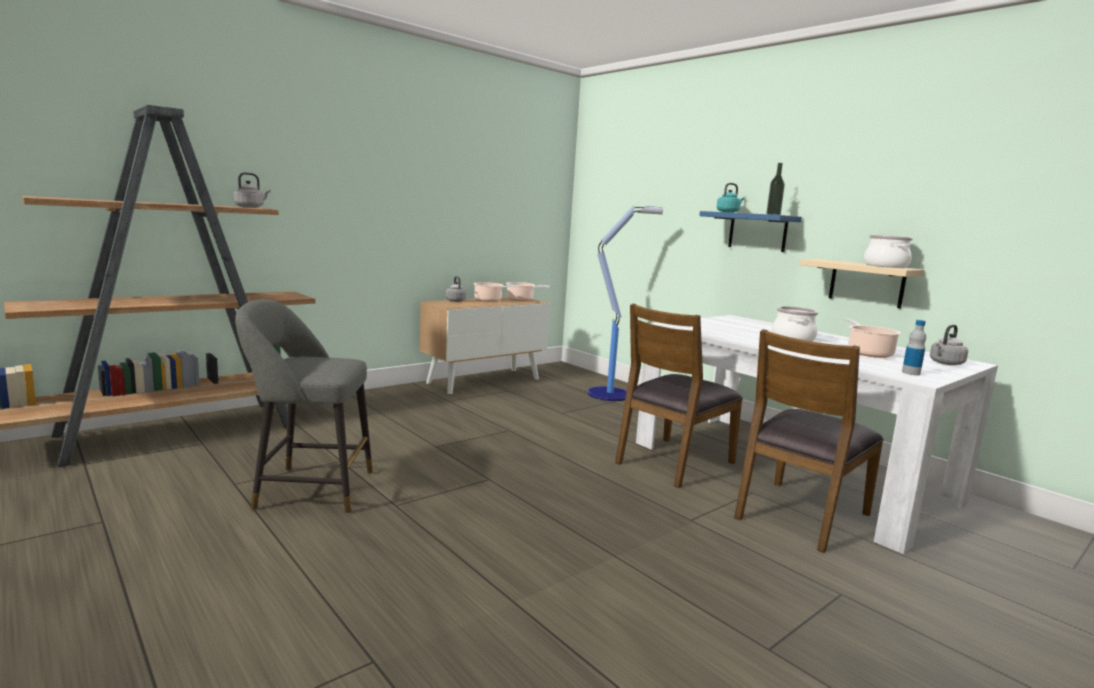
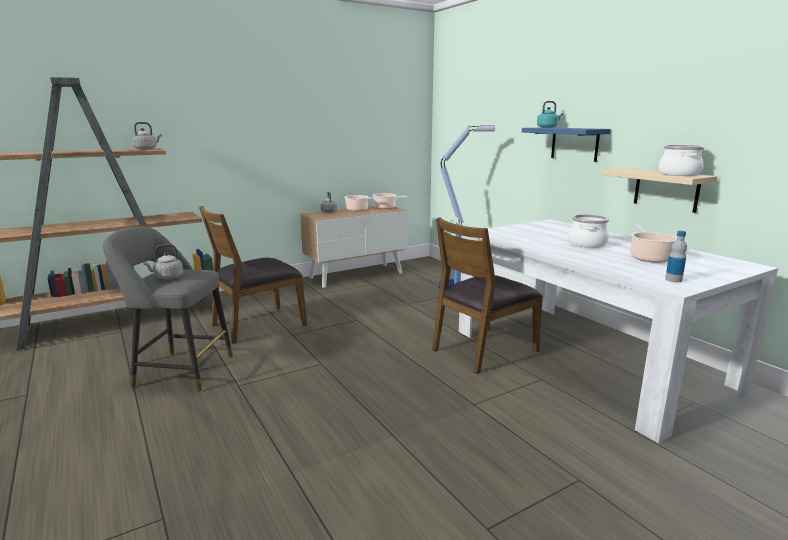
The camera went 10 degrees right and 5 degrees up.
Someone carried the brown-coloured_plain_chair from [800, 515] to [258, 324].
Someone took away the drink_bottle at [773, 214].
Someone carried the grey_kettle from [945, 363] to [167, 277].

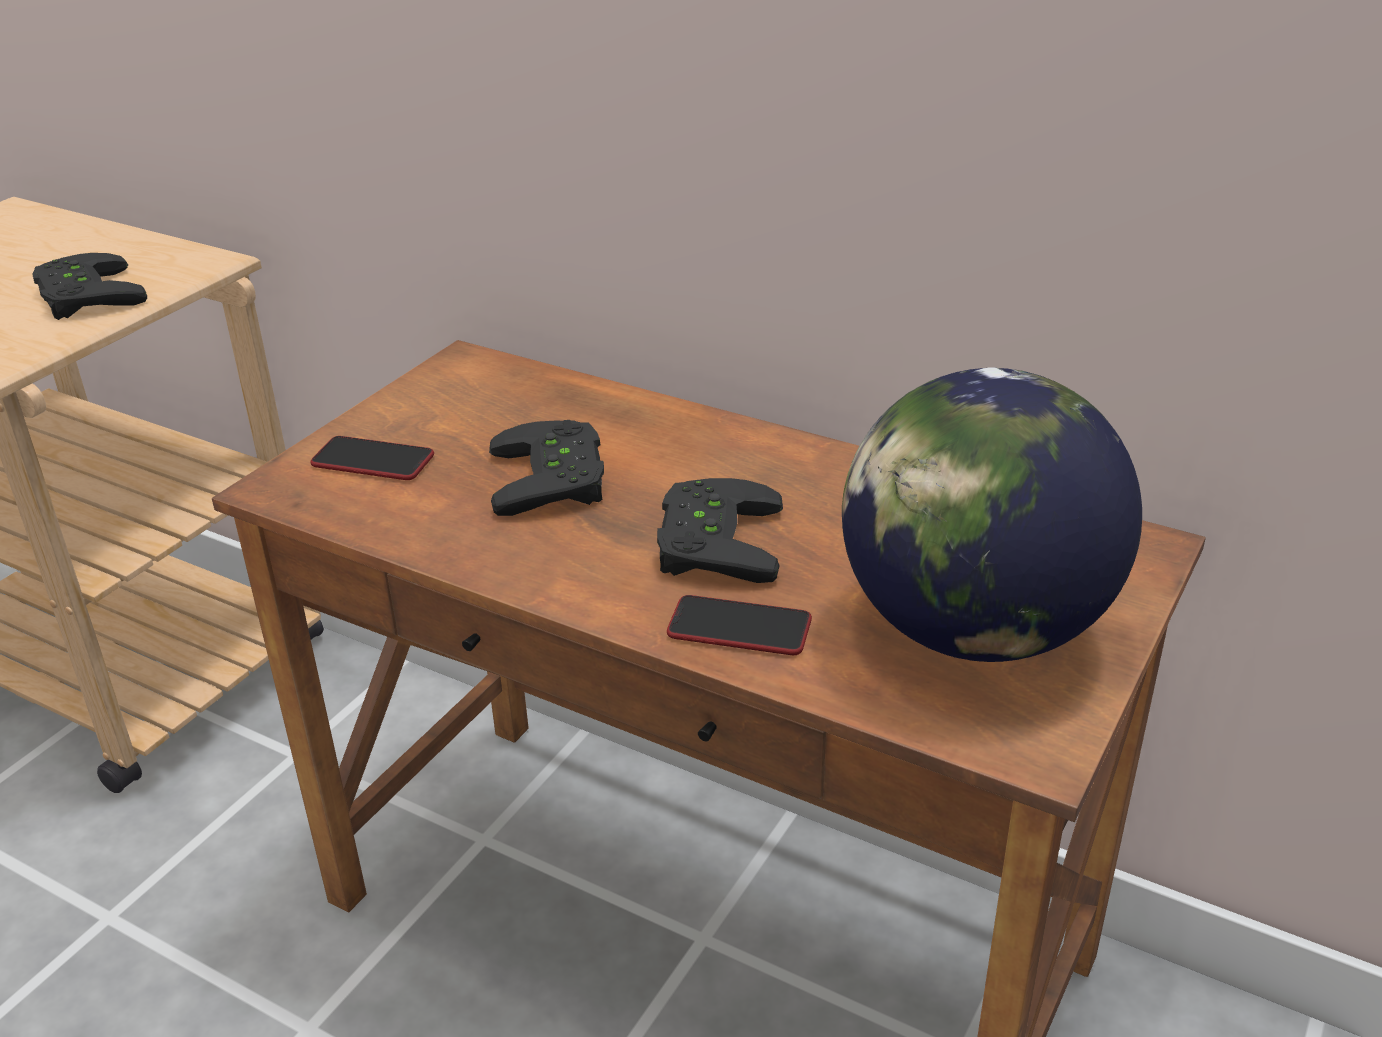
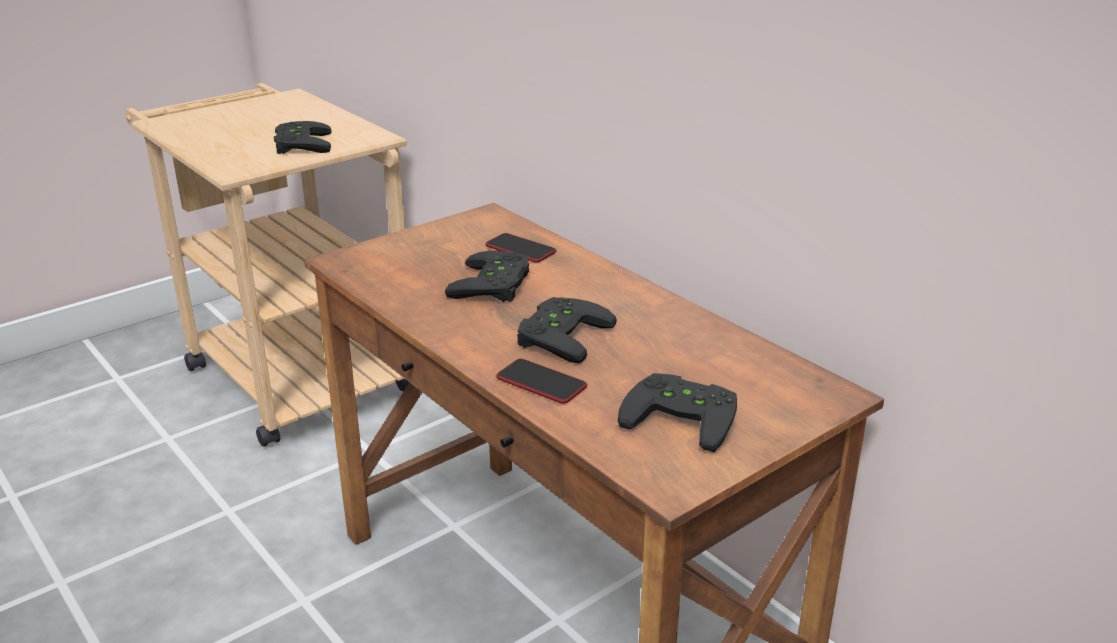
The camera went 20 degrees right and 5 degrees down.
Someone carried the phone from [373, 461] to [520, 249].
Someone swapped the desk_globe at [975, 630] for the black-coloured_game_controller at [684, 415].

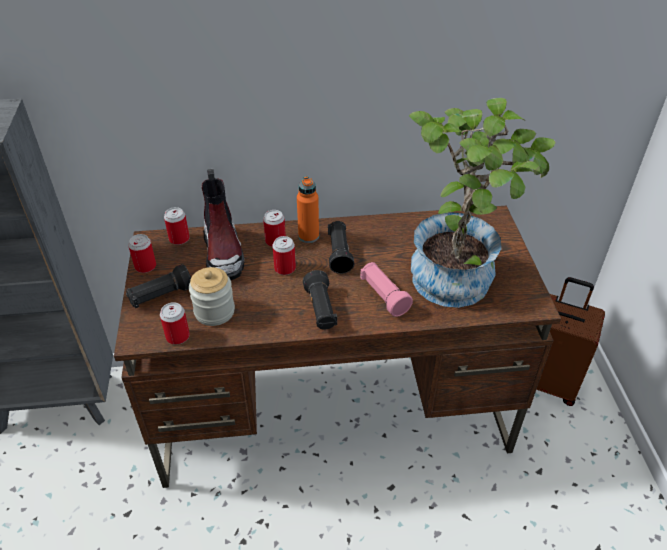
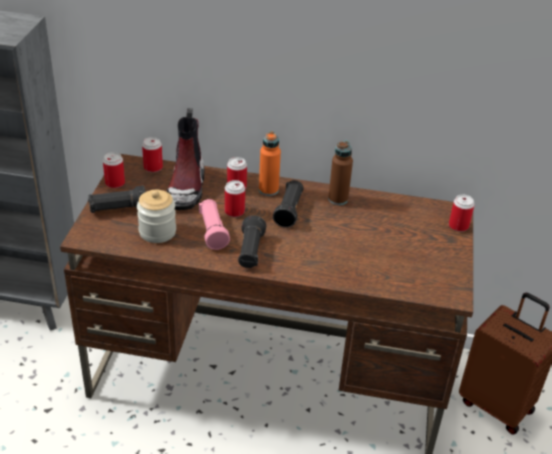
The camera went 15 degrees right and 5 degrees down.
Someone carried the can from [177, 336] to [458, 226].
Someone carried the pinkish_flashlight from [383, 296] to [212, 231].
Someone took away the houseplant at [460, 274].
Someone put down the brown-coloured_drink_bottle at [338, 199].

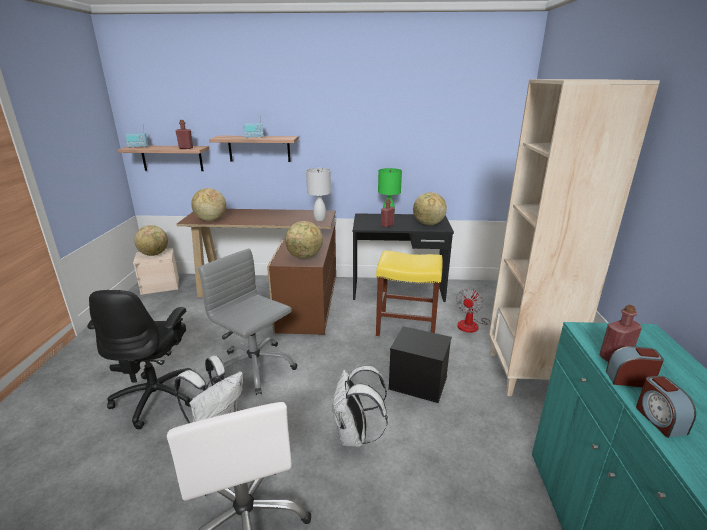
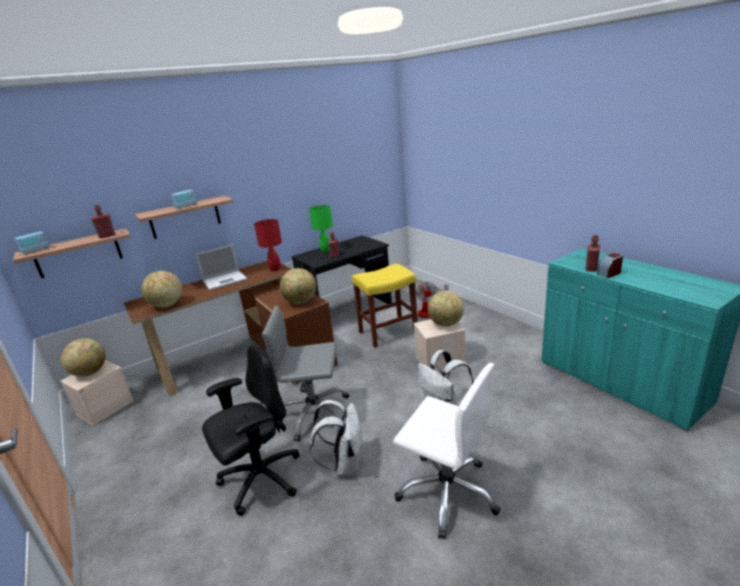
The camera went 35 degrees left and 0 degrees up.
Someone rotated the black-coloured_office_chair at [157, 397] by 90 degrees counterclockwise.
Someone repainted the white-coloured_table_lamp at [320, 219], which became the red-coloured_table_lamp at [275, 269].
Someone repainted the black-coloured_storage_box at [417, 383], which became the sand-coloured_storage_box at [439, 361].
Someone carried the desk_globe from [428, 224] to [446, 324].
Someone took away the sand-coloured_bookshelf at [526, 374].
Someone took away the bedside_clock at [659, 419].
Someone put down the portable_computer at [225, 280].

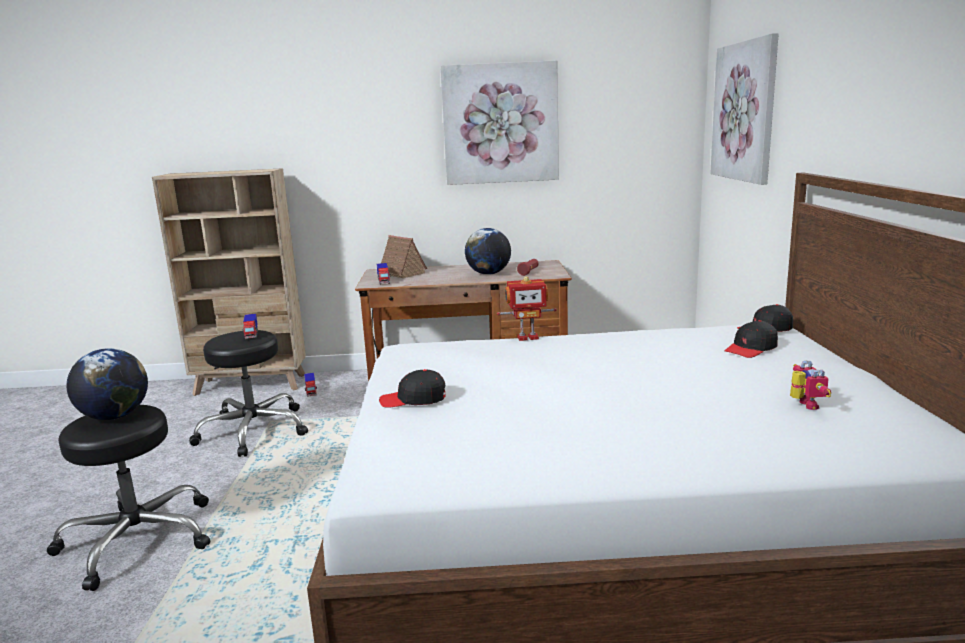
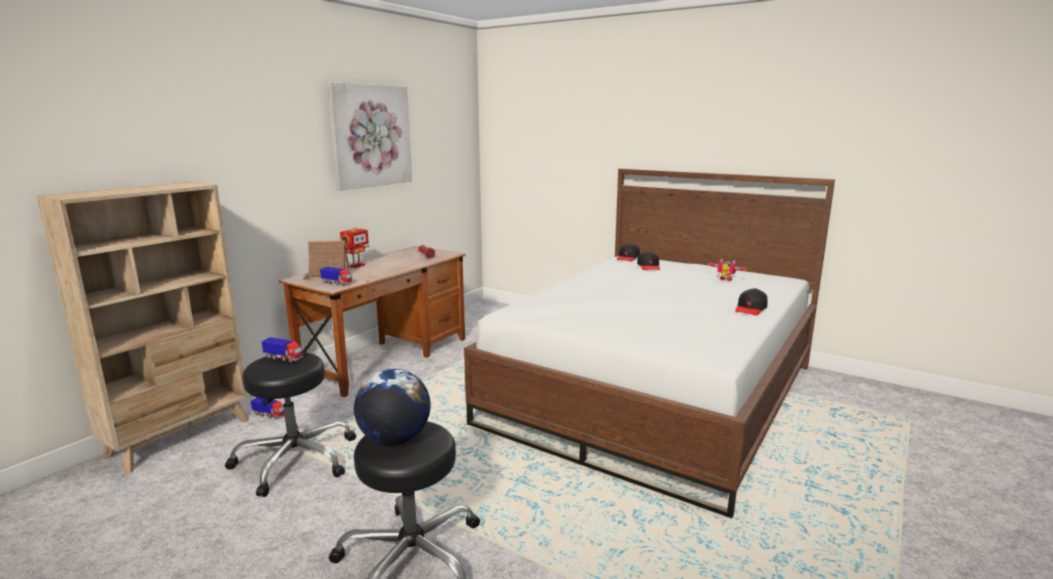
The camera went 55 degrees left and 0 degrees up.
Someone carried the black-coloured_peaked_cap from [413, 399] to [750, 309].
Someone took away the desk_globe at [488, 274].
Someone carried the model_robot from [527, 337] to [357, 266].
Someone took away the wall_art at [744, 111].

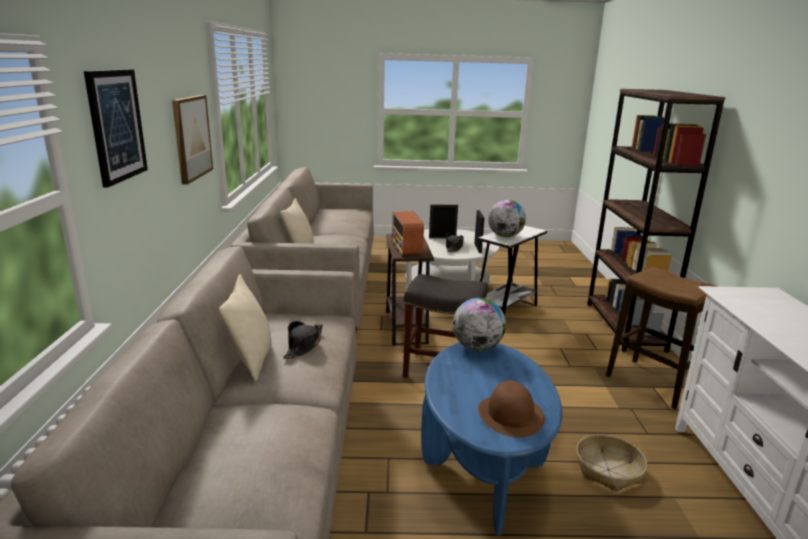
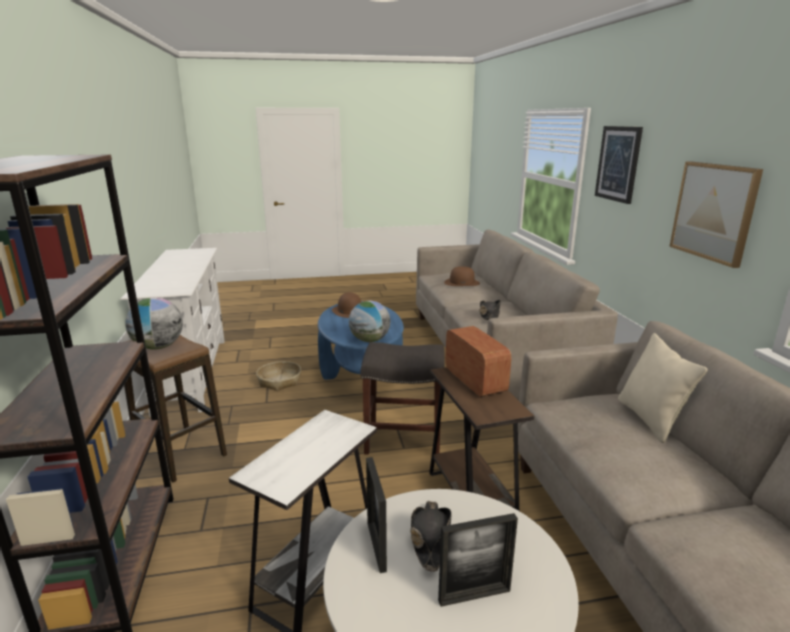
The camera went 170 degrees right and 0 degrees up.
Someone took away the sand-coloured_cushion at [251, 360].
Someone carried the desk_globe from [505, 236] to [158, 347].
Someone put down the brown-coloured_clothing_hat at [462, 282].

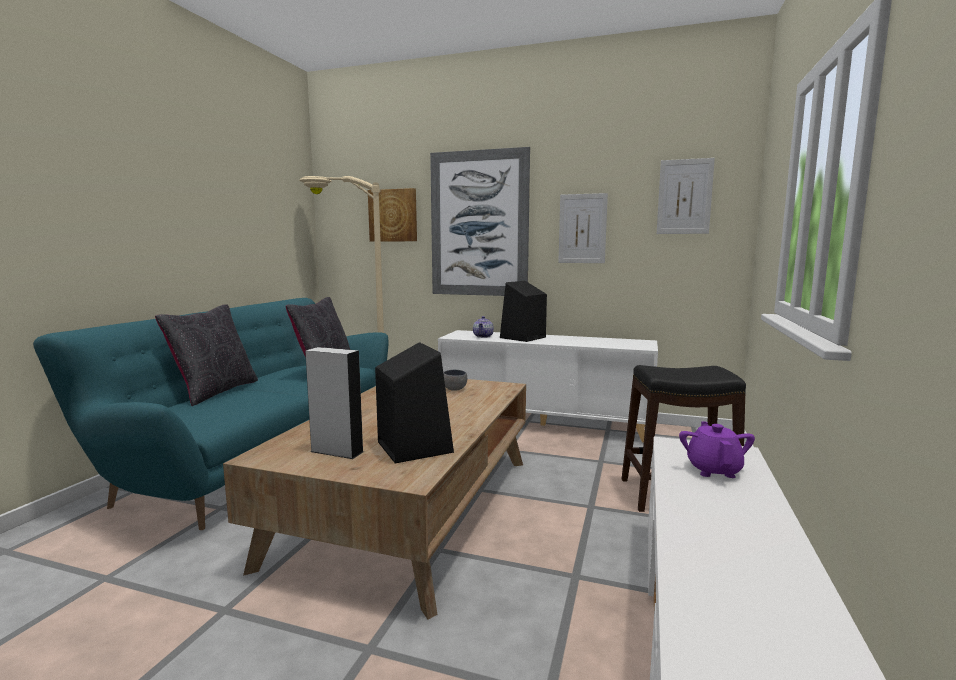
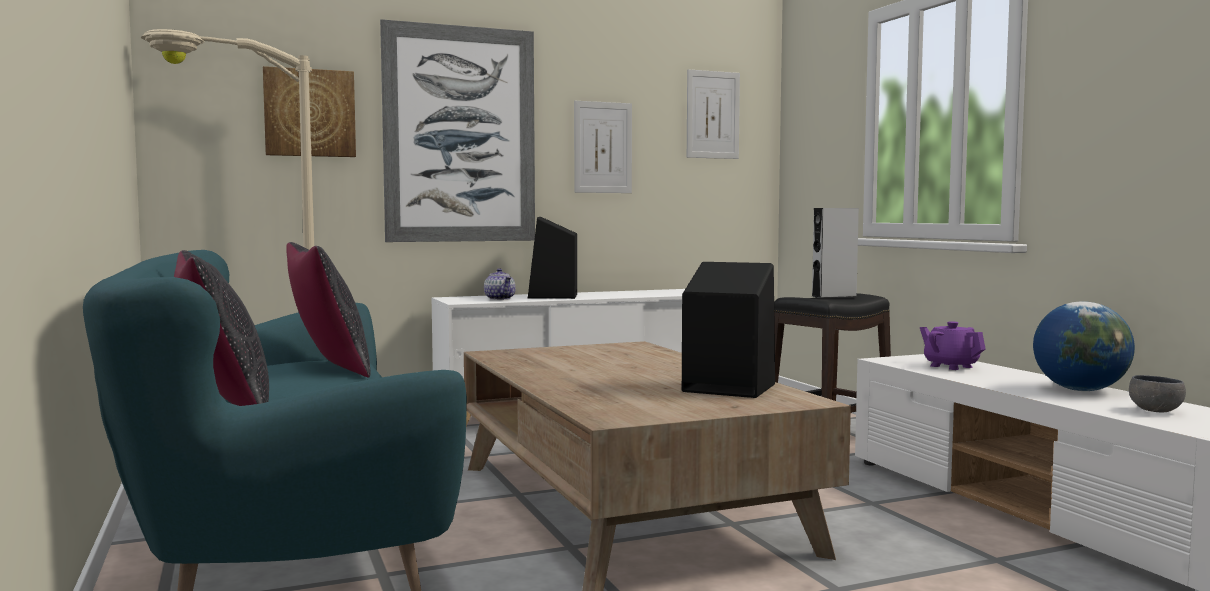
The camera went 40 degrees left and 5 degrees down.
Someone carried the grey_loudspeaker from [337, 451] to [834, 296].
Someone carried the grey_deep_dish from [455, 389] to [1157, 411].
Someone put down the desk_globe at [1080, 390].

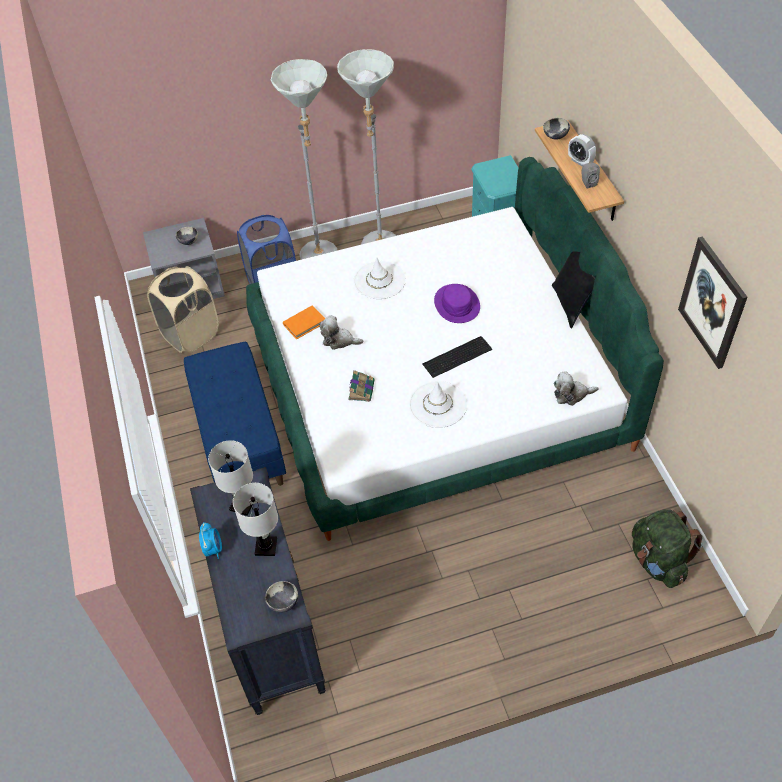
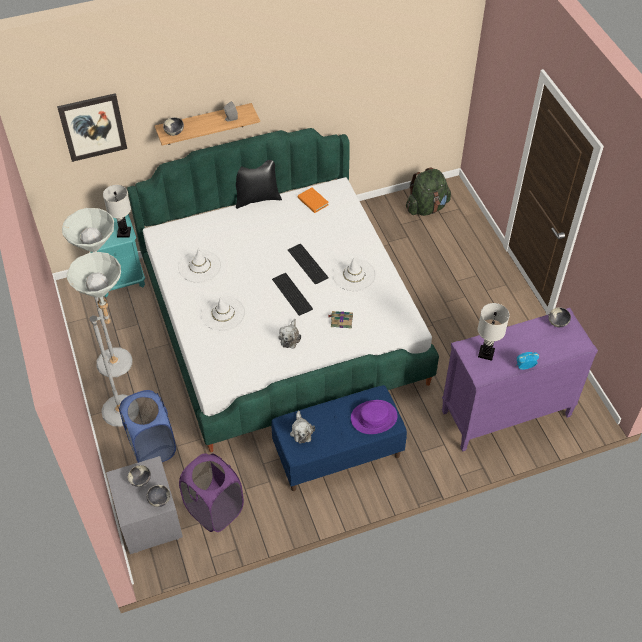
The camera went 95 degrees left and 0 degrees up.
Someone repainted the sand-coloured_laundry_basket at [191, 334], which became the purple-coloured_laundry_basket at [214, 509].
Someone repainted the black-coloured_dresser at [270, 628], which became the purple-coloured_dresser at [505, 414].
Someone carried the white-coloured_table_lamp from [265, 547] to [124, 233].
Someone carried the orangey_book from [304, 323] to [313, 201].
Someone carried the purple-coloured_clothing_hat from [457, 304] to [373, 417].
Someone carried the cuddly_toy from [571, 394] to [301, 431].
Someone took away the bedside_clock at [580, 161].
Someone carried the wall_art from [712, 303] to [93, 127].
Someone put down the deep_dish at [159, 500].
Someone put down the white-coloured_clothing_hat at [200, 266].
Someone put down the PC_keyboard at [292, 293].

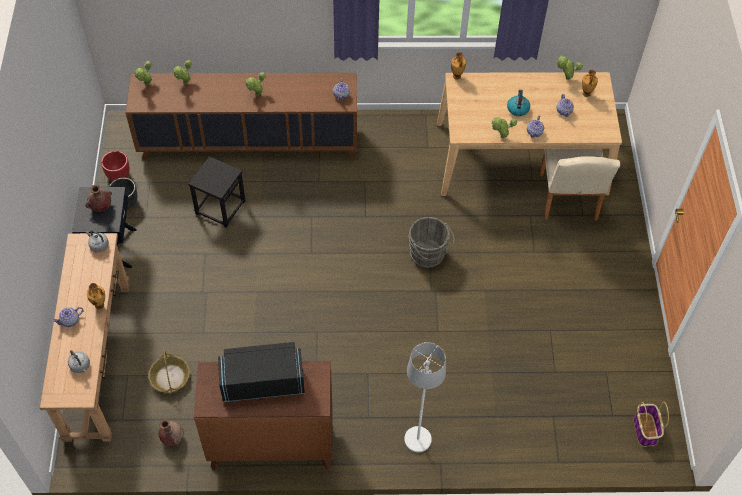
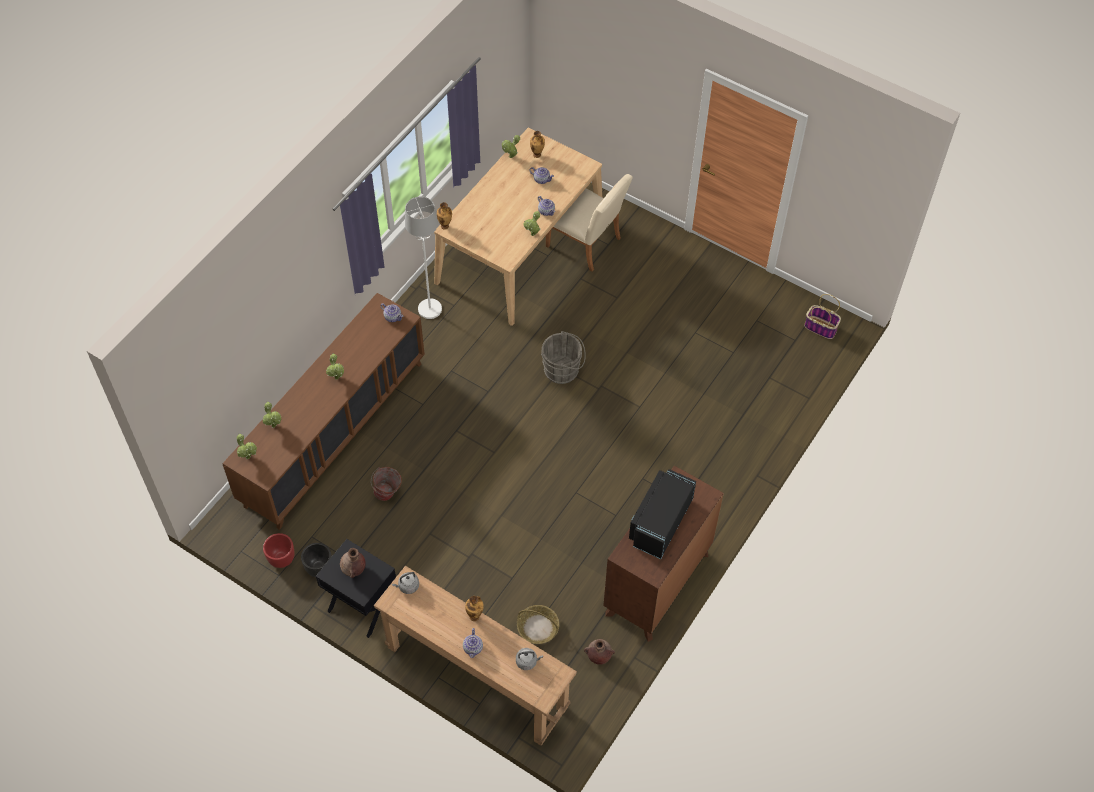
The camera went 55 degrees left and 0 degrees up.
Someone swapped the black-coloured_stool_seat at [220, 207] for the bucket at [388, 495].
Someone carried the white-coloured_standard_lamp from [417, 439] to [429, 309].
Someone took away the kettle at [517, 108].

